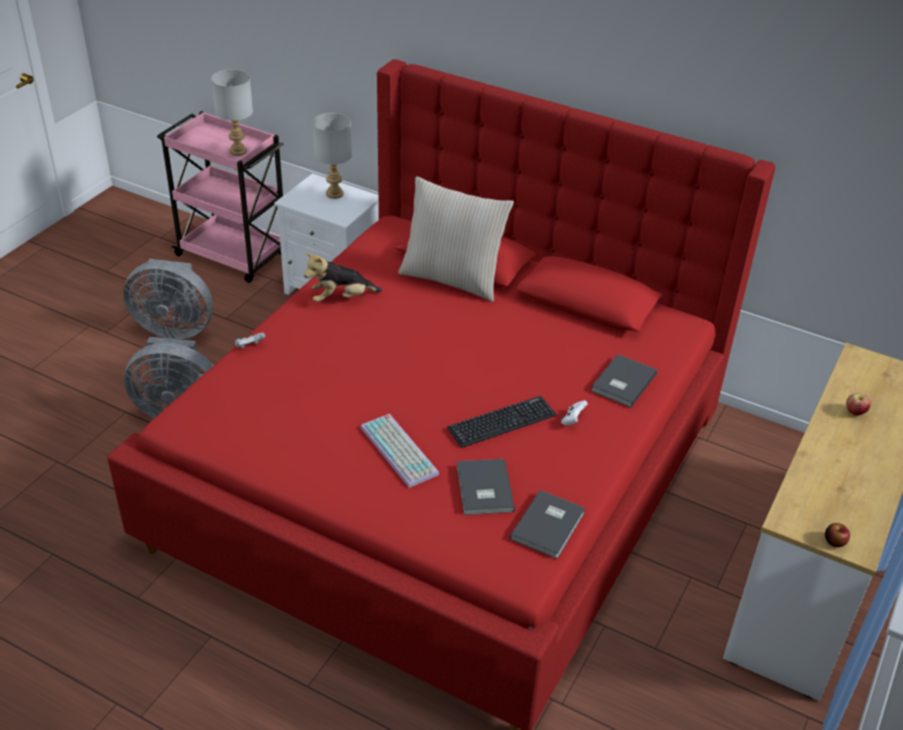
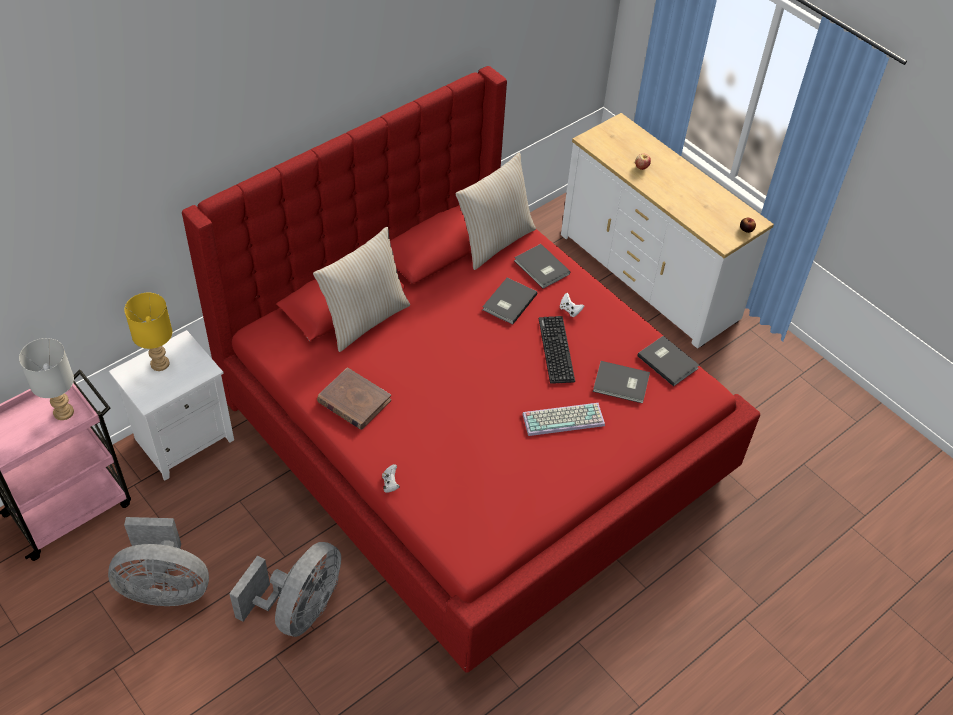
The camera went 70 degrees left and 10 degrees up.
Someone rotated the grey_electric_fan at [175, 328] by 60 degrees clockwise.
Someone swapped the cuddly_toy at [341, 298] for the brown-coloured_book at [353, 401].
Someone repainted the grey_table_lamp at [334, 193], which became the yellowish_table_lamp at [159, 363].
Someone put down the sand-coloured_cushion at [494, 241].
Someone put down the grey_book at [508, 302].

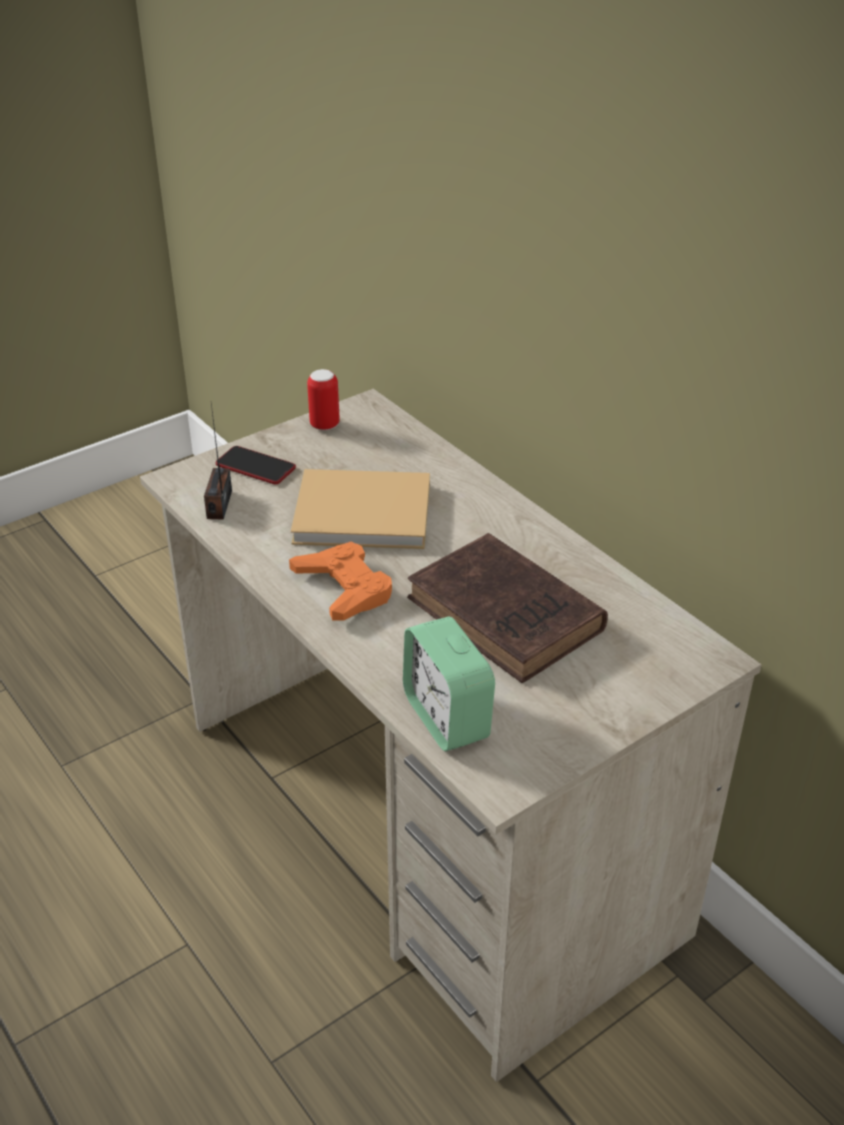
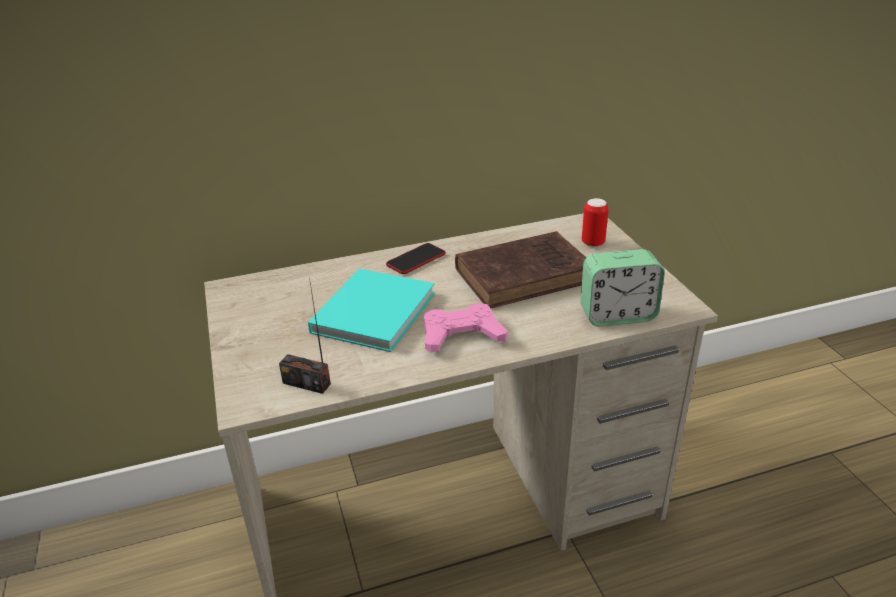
The camera went 70 degrees left and 5 degrees down.
Someone carried the phone from [255, 467] to [416, 259].
Someone repainted the orangey_game_controller at [344, 588], which became the pinkish_game_controller at [461, 335].
Someone repainted the sand-coloured_book at [367, 514], which became the blue-green_book at [376, 310].
Someone carried the can from [324, 425] to [593, 243].

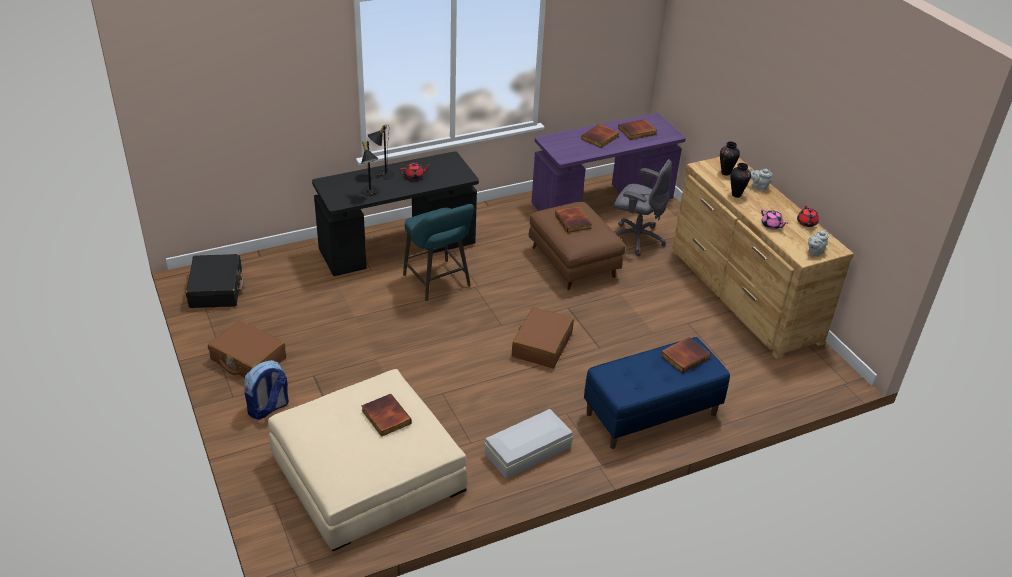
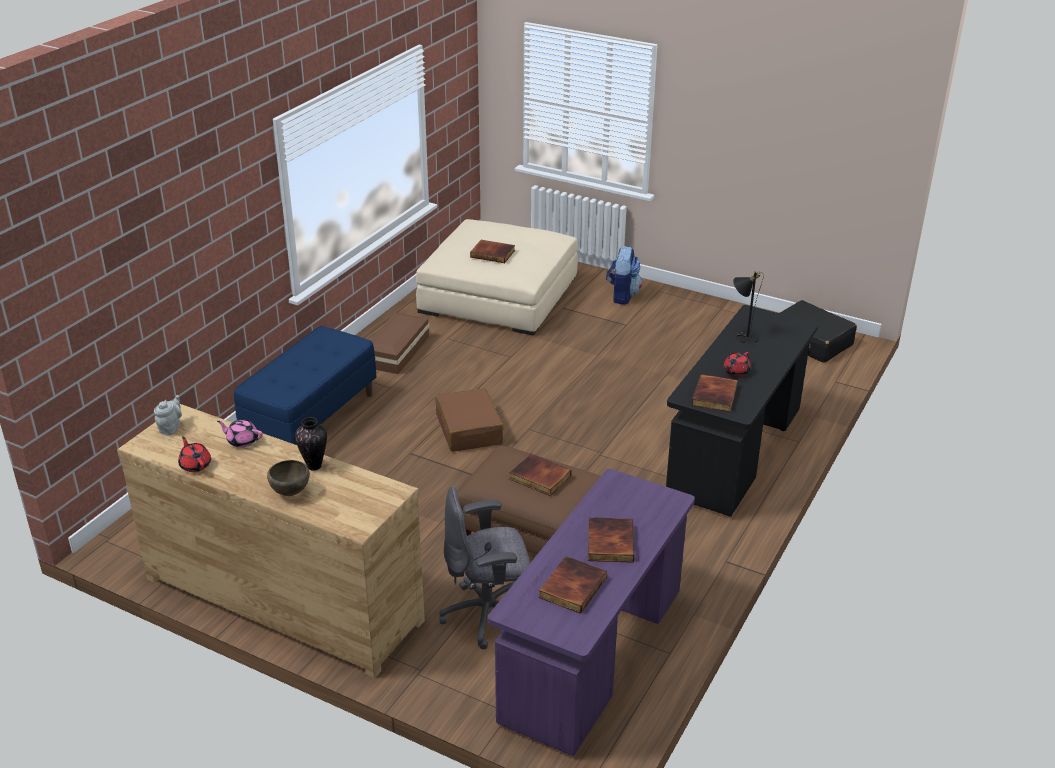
The camera went 145 degrees right and 5 degrees down.
Someone took away the brown-coloured_piece_of_luggage at [248, 359].
Someone took away the black-coloured_table_lamp at [382, 174].
Someone took away the blue-green_stool_seat at [438, 283].
Someone repainted the white-coloured_storage_box at [529, 450], which became the brown-coloured_storage_box at [395, 352].
Someone carried the book from [684, 356] to [715, 396].
Someone took away the vase at [725, 173].
Someone swapped the grey_teapot at [758, 187] for the brown-coloured_deep_dish at [290, 493].

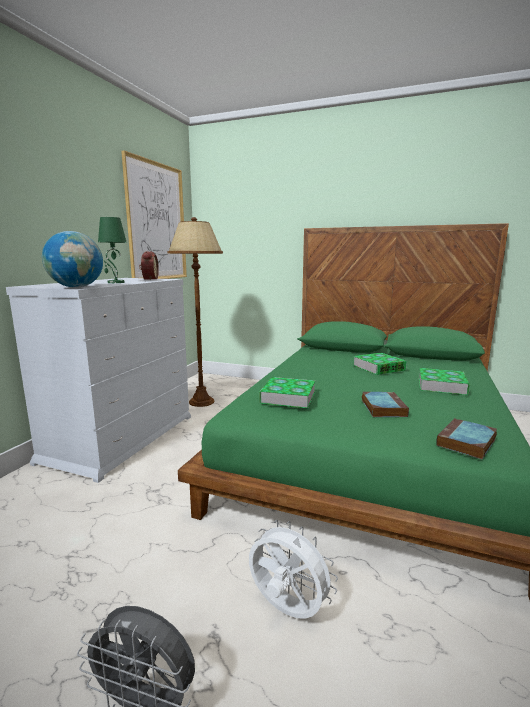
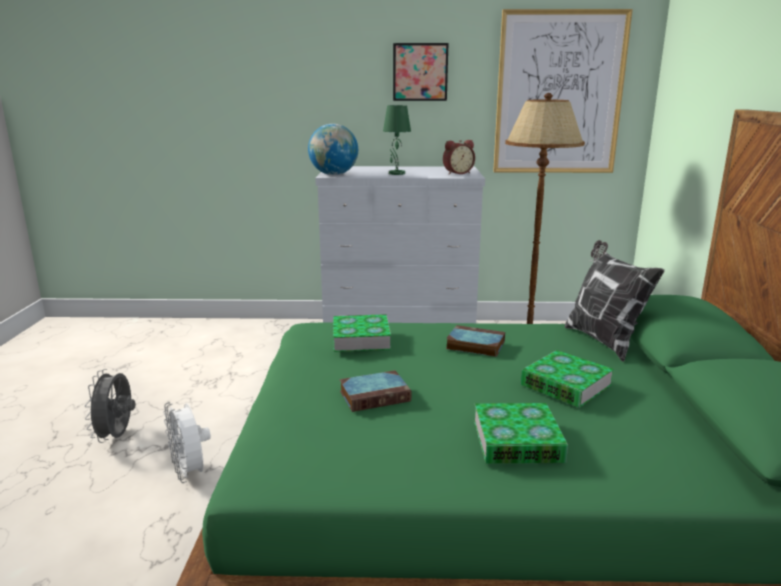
The camera went 70 degrees right and 5 degrees up.
Someone rotated the white-coloured_electric_fan at [286, 610] by 135 degrees clockwise.
Someone carried the book from [466, 443] to [474, 345].
Someone put up the wall_art at [420, 72].
Someone put down the cushion at [603, 340].

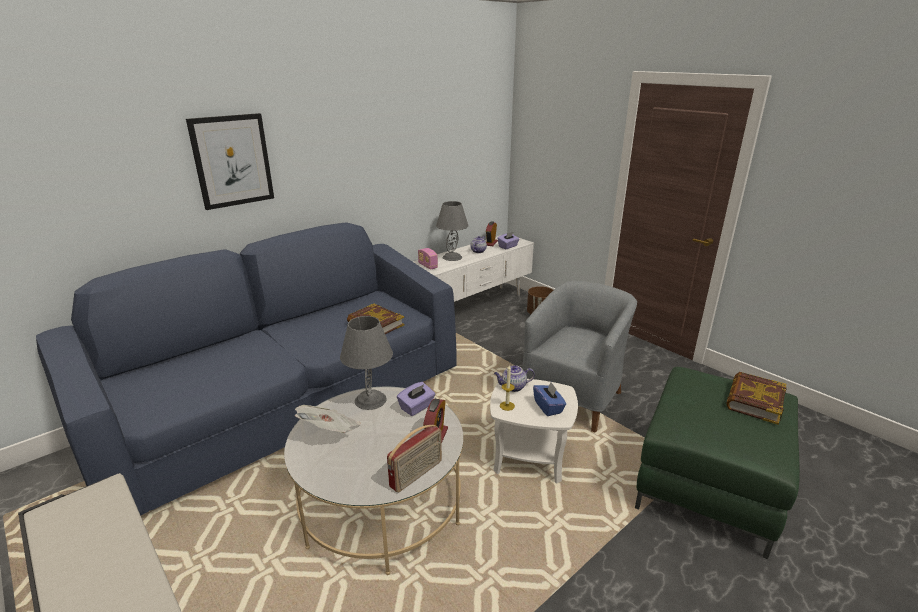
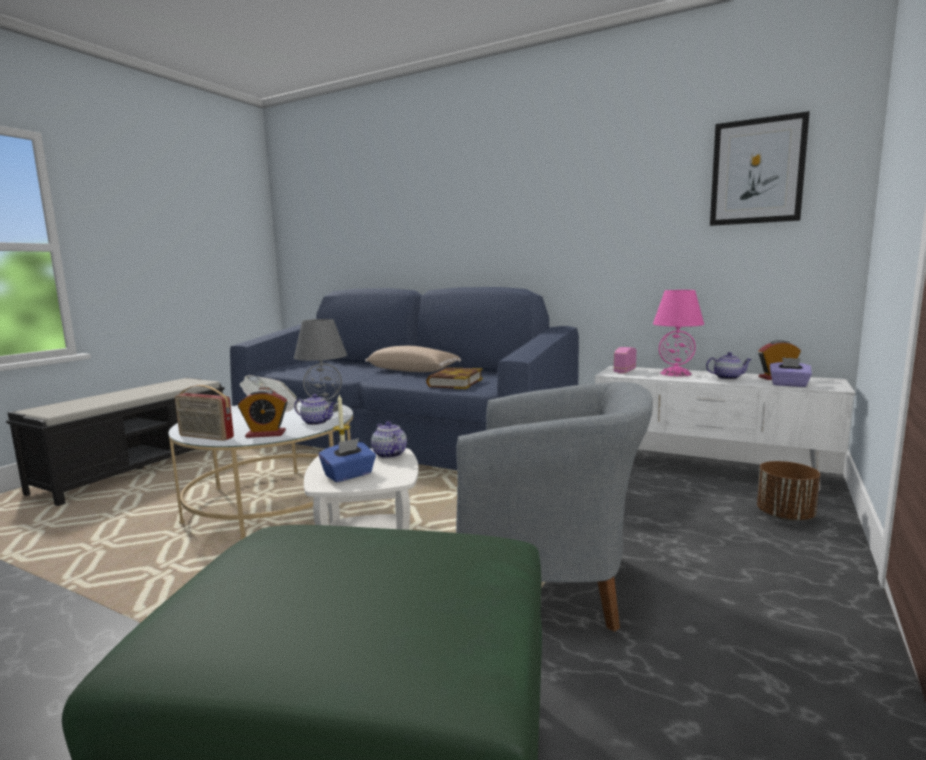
The camera went 70 degrees right and 15 degrees down.
Someone carried the wall_art from [232, 161] to [757, 172].
Someone swapped the purple-coloured_tissue_box at [417, 407] for the teapot at [317, 422].
Someone repainted the grey_table_lamp at [452, 257], which became the pinkish_table_lamp at [675, 373].
Someone took away the book at [754, 401].
Someone put down the sand-coloured_cushion at [413, 371].

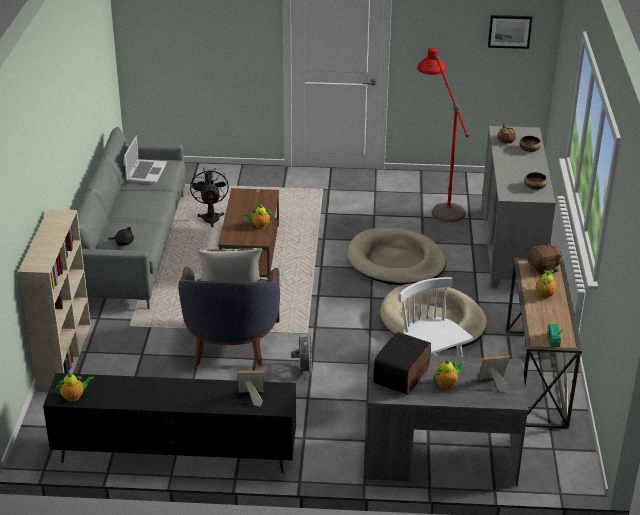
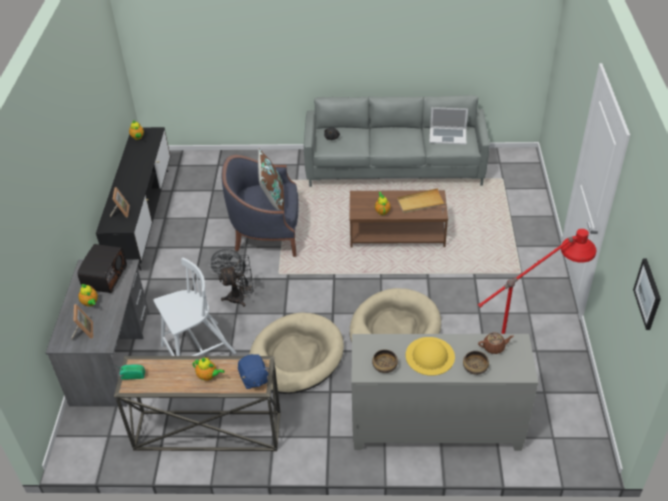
The camera went 90 degrees right and 10 degrees up.
Someone took away the sand-coloured_bookshelf at [64, 356].
Someone carried the black-coloured_electric_fan from [211, 217] to [241, 297].
Someone rotated the radio_set at [402, 376] by 75 degrees clockwise.
Someone repainted the brown-coloured_cuddly_toy at [543, 268], which became the blue_cuddly_toy at [253, 378].
Someone put down the sand-coloured_carrying_tray at [420, 202].
Someone put down the yellowish_clothing_hat at [430, 356].

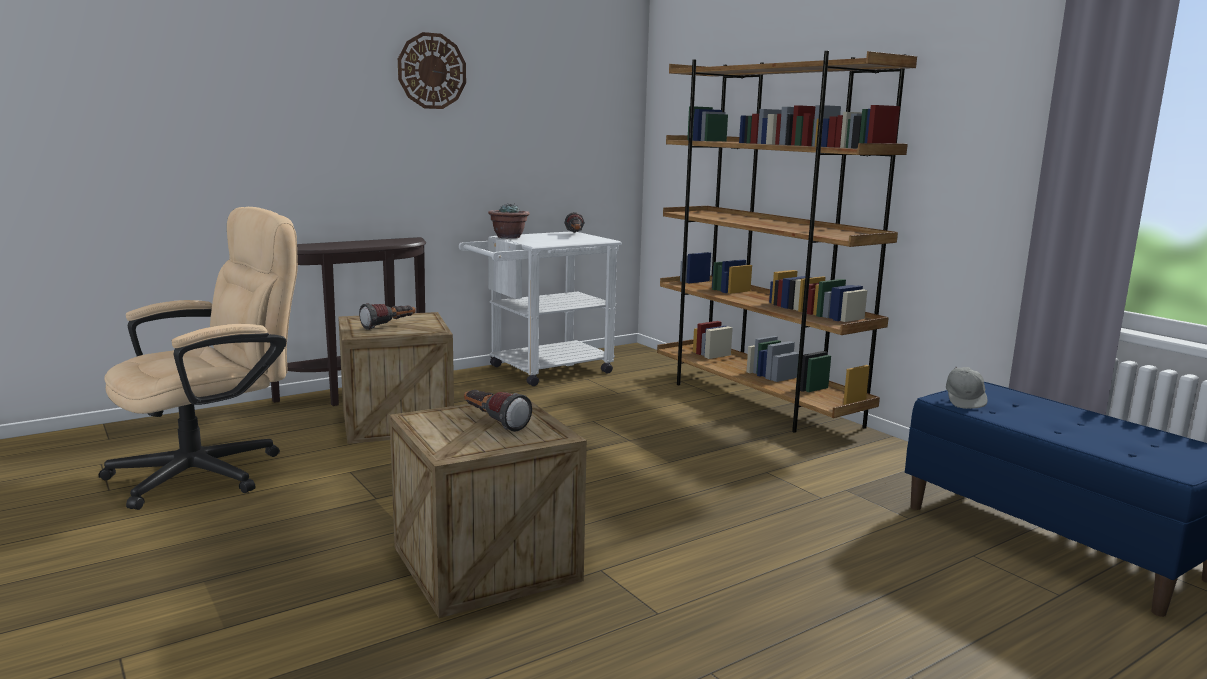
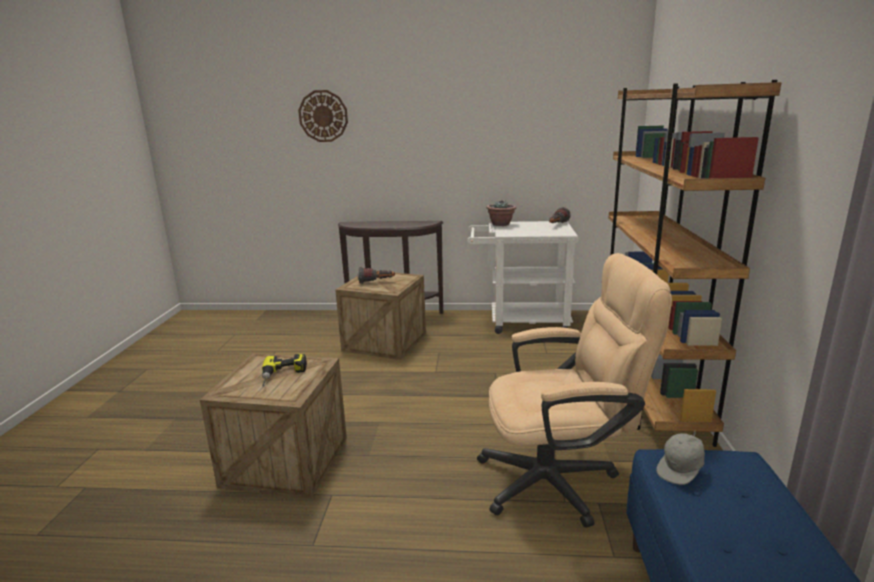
The camera went 40 degrees right and 5 degrees up.
Someone carried the sand-coloured_office_chair from [213, 471] to [560, 480].
Someone carried the hanging_clock from [432, 71] to [323, 116].
Someone swapped the flashlight at [493, 422] for the power_drill at [283, 375].

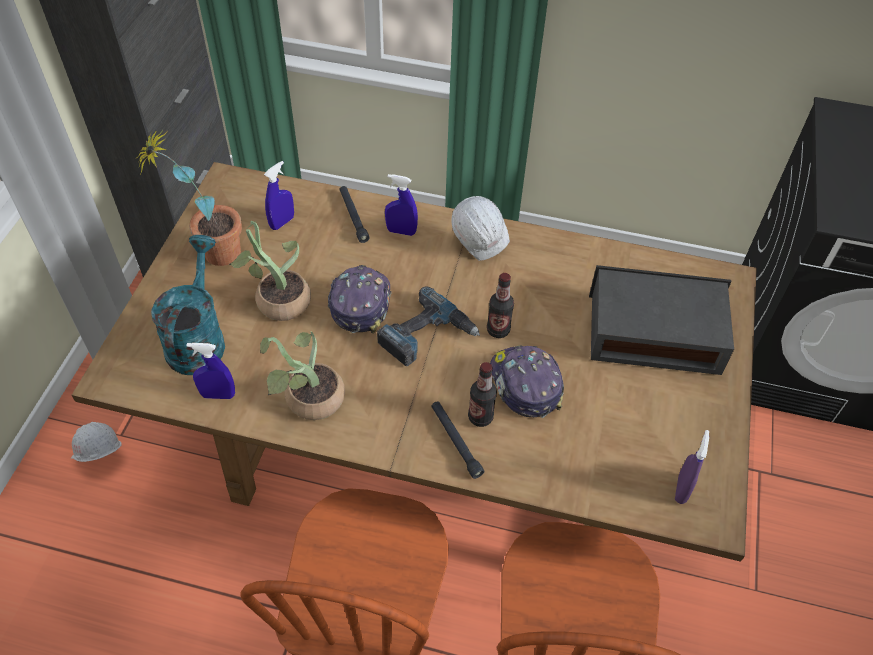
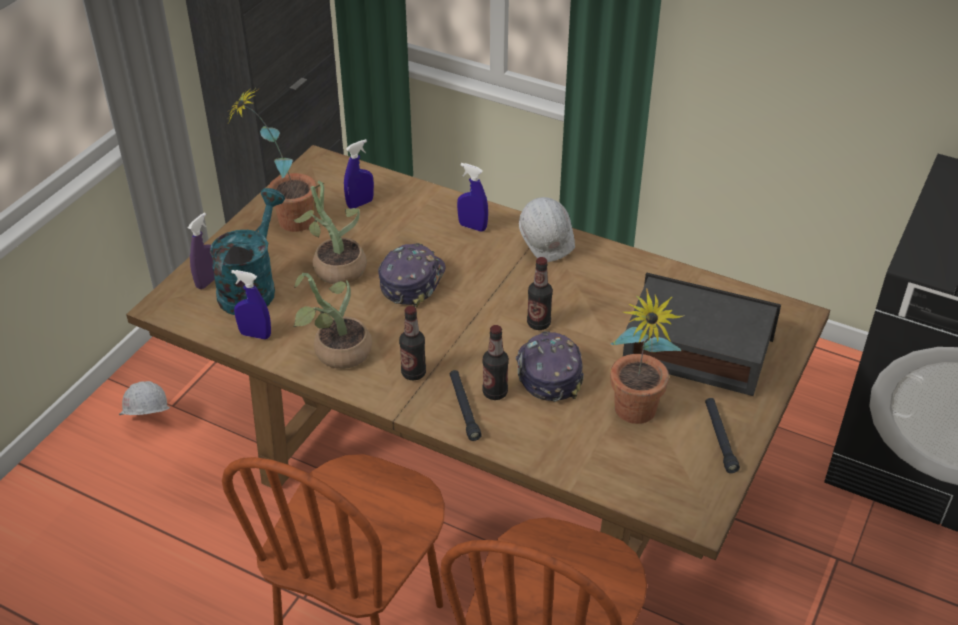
The camera went 15 degrees right and 10 degrees down.
Someone carried the black-coloured_flashlight from [353, 217] to [720, 438].
Someone took away the power_drill at [427, 336].
Someone carried the purple-coloured_spray_bottle from [681, 489] to [208, 281].
Someone put down the drink_bottle at [413, 373].
Someone put down the houseplant at [635, 418].

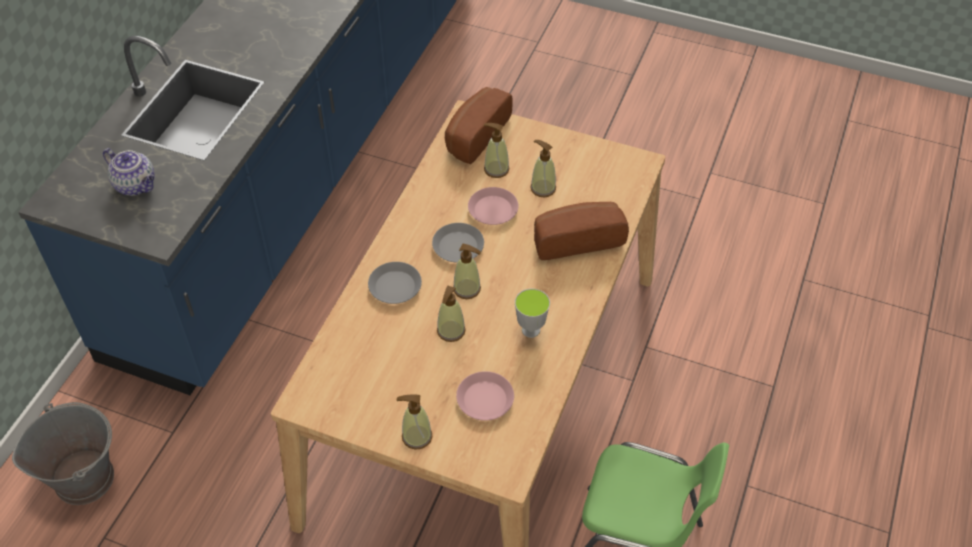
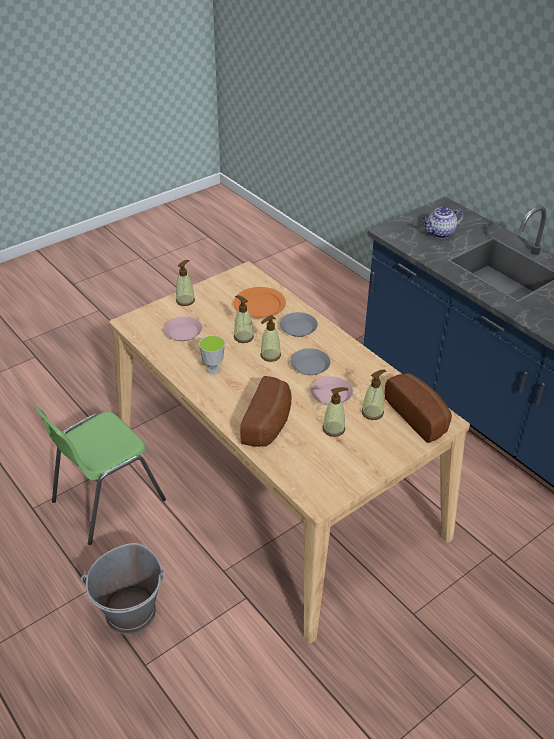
The camera went 120 degrees right and 10 degrees down.
Someone carried the grey_bucket from [84, 478] to [131, 613].
Someone put down the orangey_flat_dish at [260, 305].

